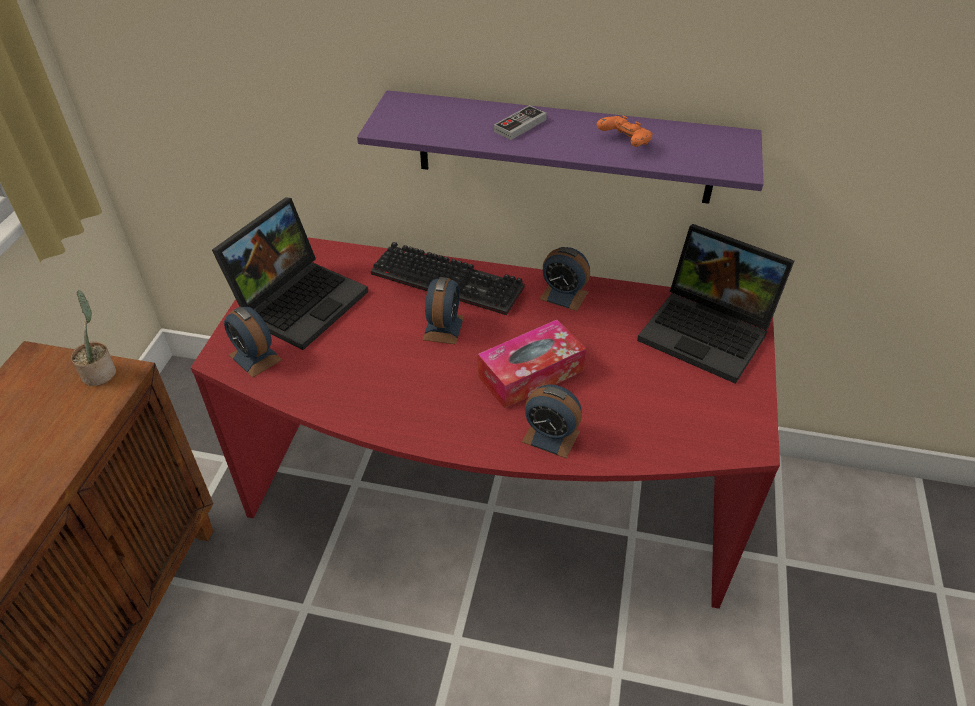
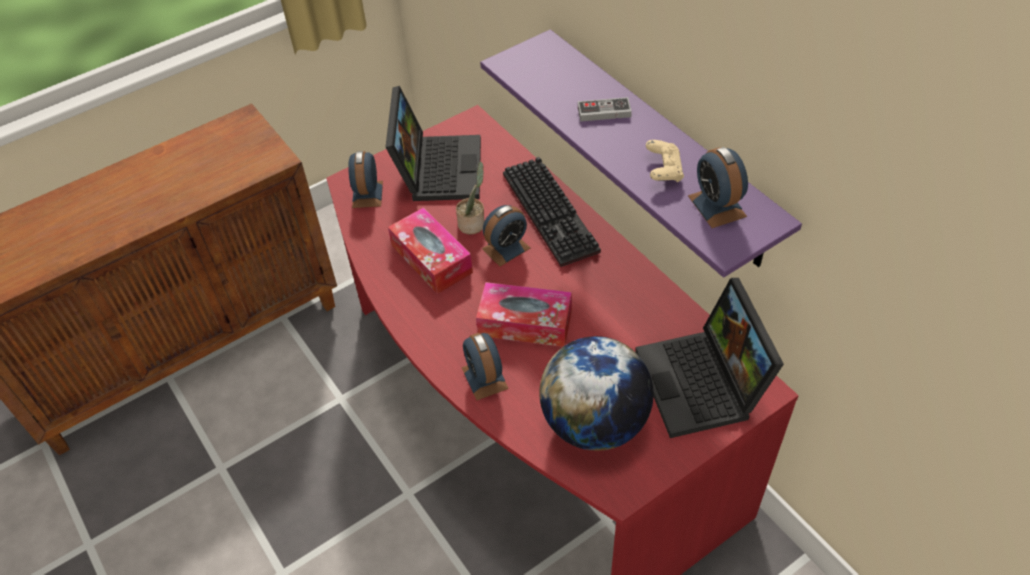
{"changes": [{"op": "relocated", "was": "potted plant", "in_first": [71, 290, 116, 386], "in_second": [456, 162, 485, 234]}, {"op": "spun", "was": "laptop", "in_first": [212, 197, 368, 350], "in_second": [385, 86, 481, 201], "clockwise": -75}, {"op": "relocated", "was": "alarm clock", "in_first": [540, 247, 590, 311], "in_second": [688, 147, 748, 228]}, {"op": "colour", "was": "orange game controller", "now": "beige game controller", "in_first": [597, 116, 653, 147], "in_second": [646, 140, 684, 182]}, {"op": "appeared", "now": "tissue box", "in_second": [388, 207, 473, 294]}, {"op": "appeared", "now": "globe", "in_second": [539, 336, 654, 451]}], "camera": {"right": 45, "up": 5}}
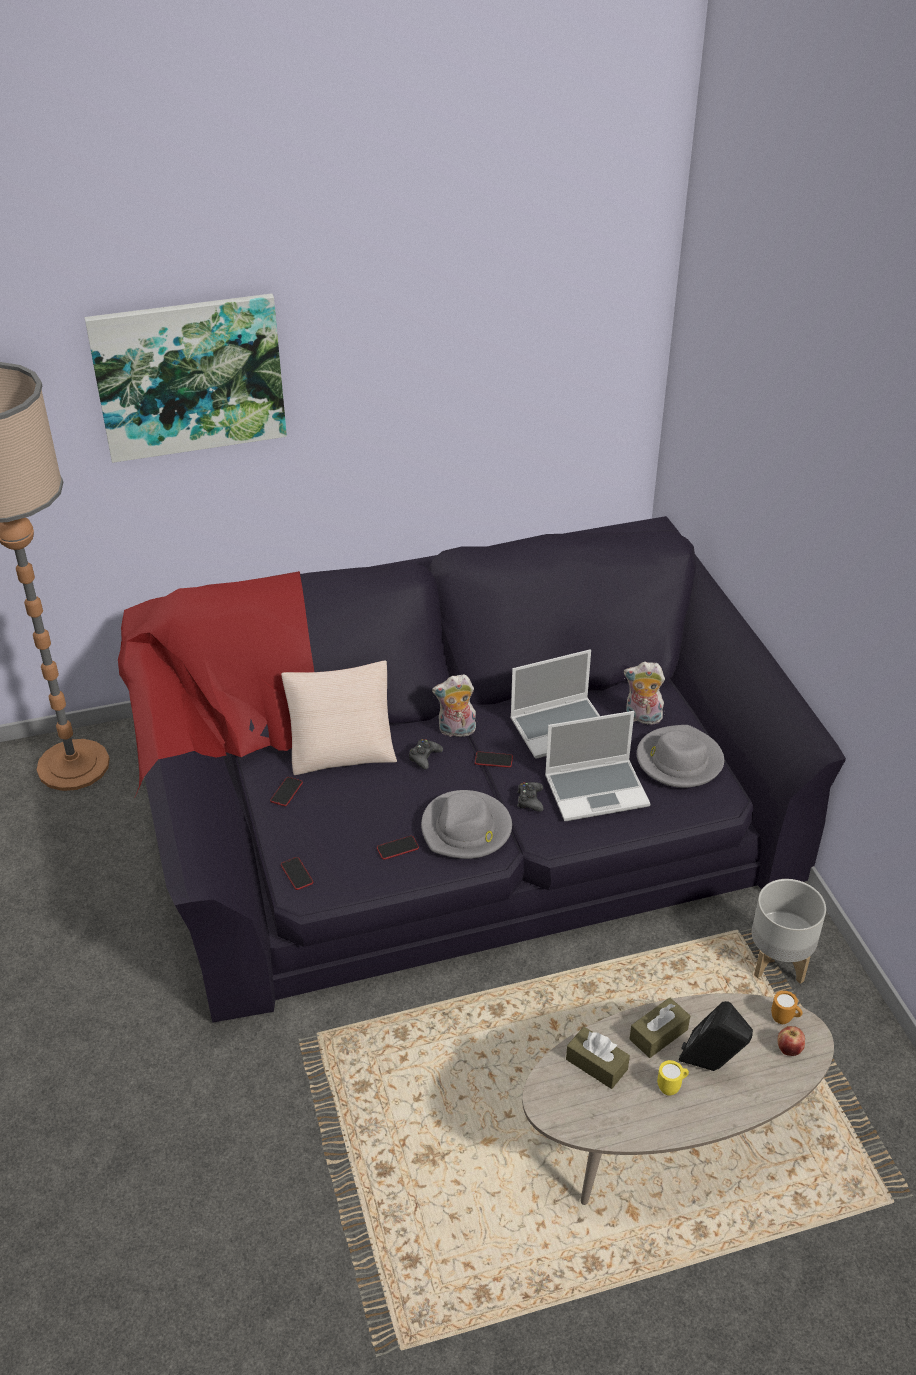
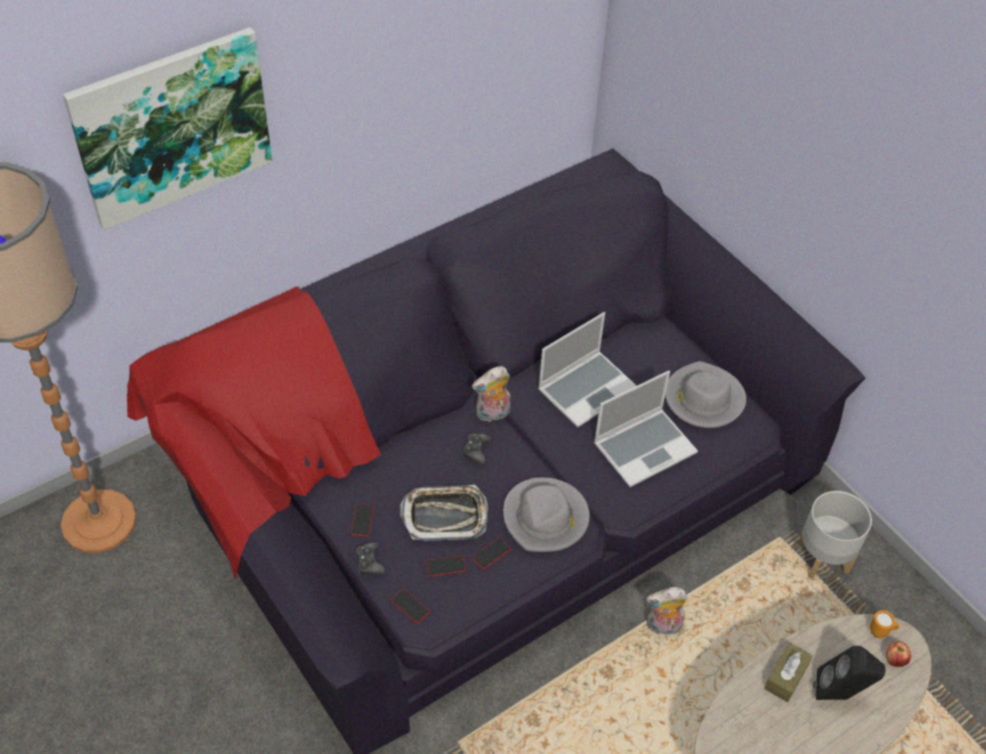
{"changes": [{"op": "missing", "was": "beige pillow", "in_first": [281, 660, 397, 775]}, {"op": "relocated", "was": "phone", "in_first": [475, 751, 513, 768], "in_second": [426, 555, 466, 577]}, {"op": "relocated", "was": "black game controller", "in_first": [517, 782, 544, 812], "in_second": [354, 542, 385, 574]}, {"op": "missing", "was": "brown tissue box", "in_first": [566, 1027, 630, 1089]}, {"op": "relocated", "was": "plush toy", "in_first": [624, 662, 666, 725], "in_second": [646, 587, 688, 635]}, {"op": "missing", "was": "yellow mug", "in_first": [657, 1060, 689, 1096]}, {"op": "appeared", "now": "tray", "in_second": [400, 485, 488, 541]}], "camera": {"right": -20, "up": 10}}
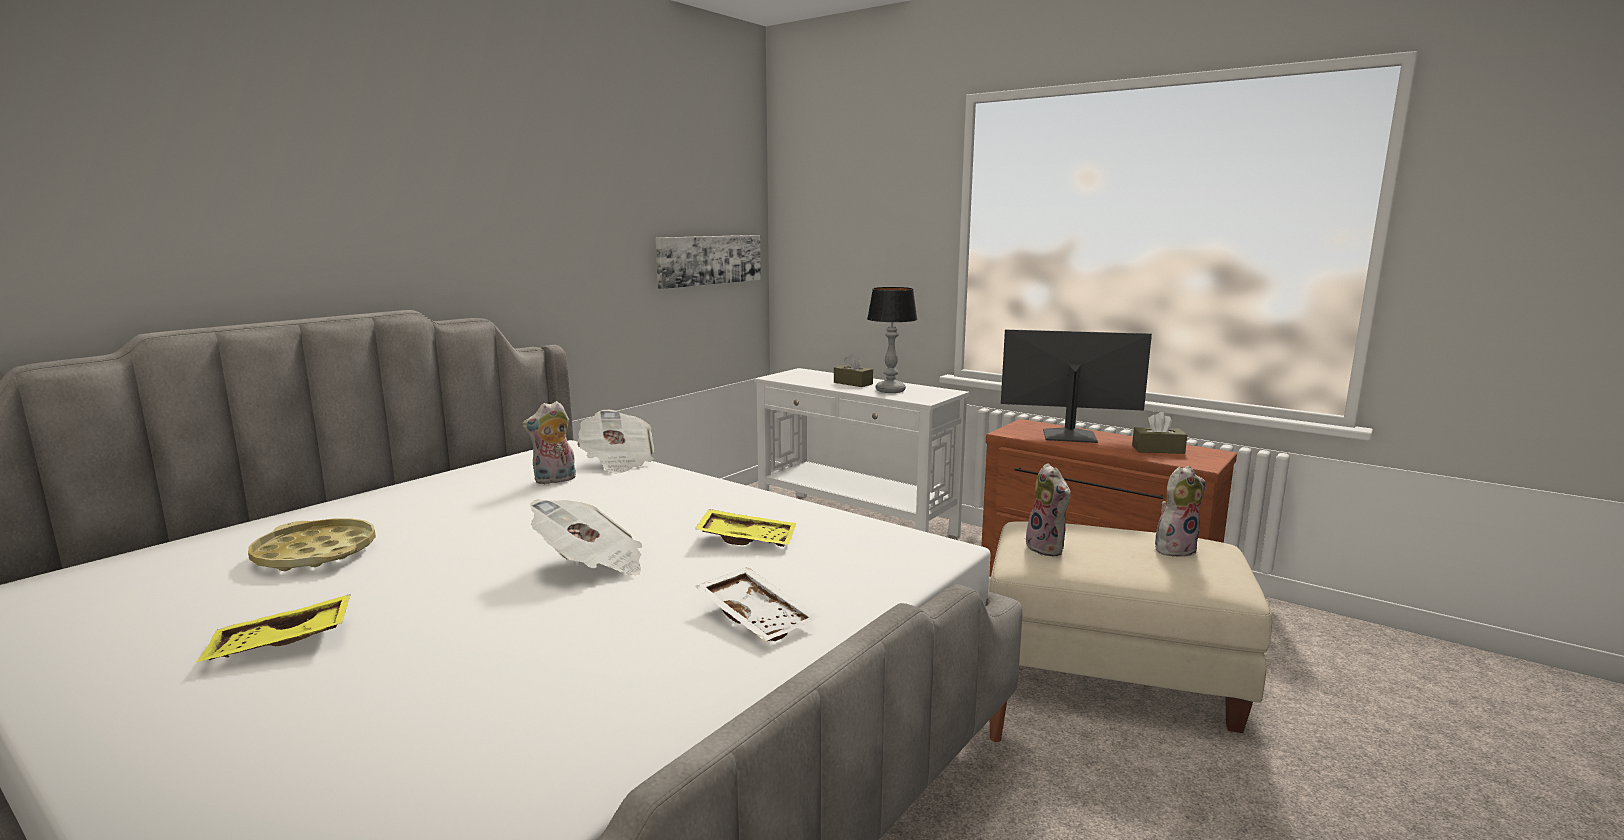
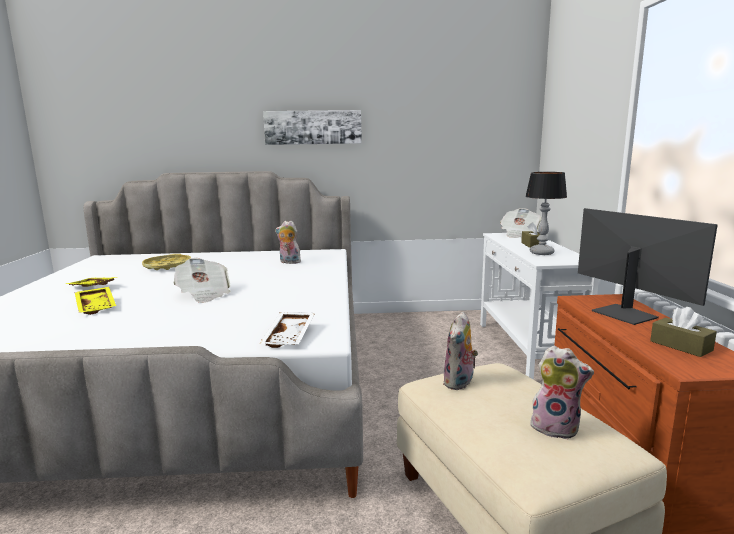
{"changes": [{"op": "relocated", "was": "newspaper", "in_first": [577, 410, 654, 474], "in_second": [500, 208, 542, 238]}, {"op": "relocated", "was": "picture", "in_first": [655, 235, 761, 289], "in_second": [263, 110, 362, 145]}, {"op": "relocated", "was": "yellow tray", "in_first": [695, 509, 796, 547], "in_second": [75, 287, 116, 315]}, {"op": "relocated", "was": "white tray", "in_first": [695, 567, 819, 642], "in_second": [259, 312, 315, 348]}], "camera": {"right": 50, "up": 0}}
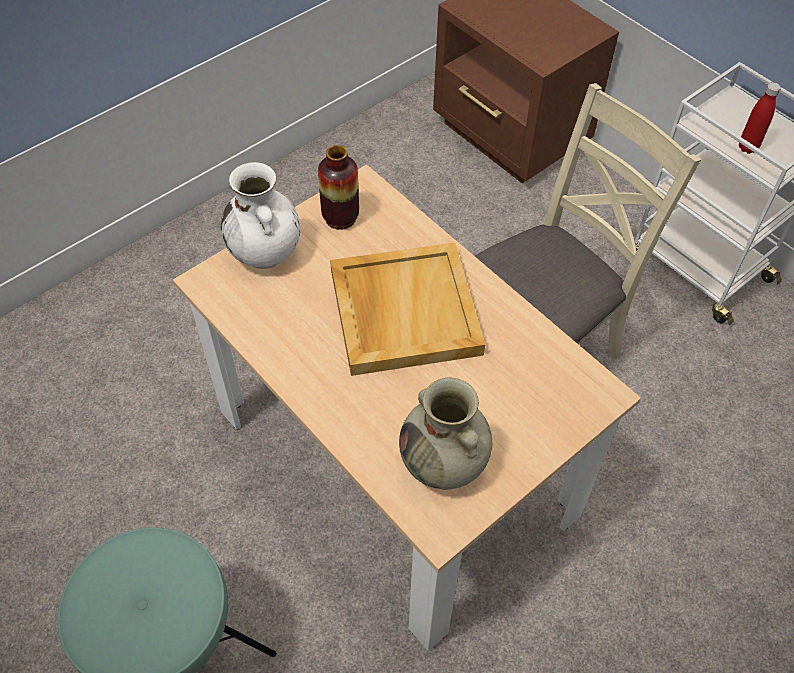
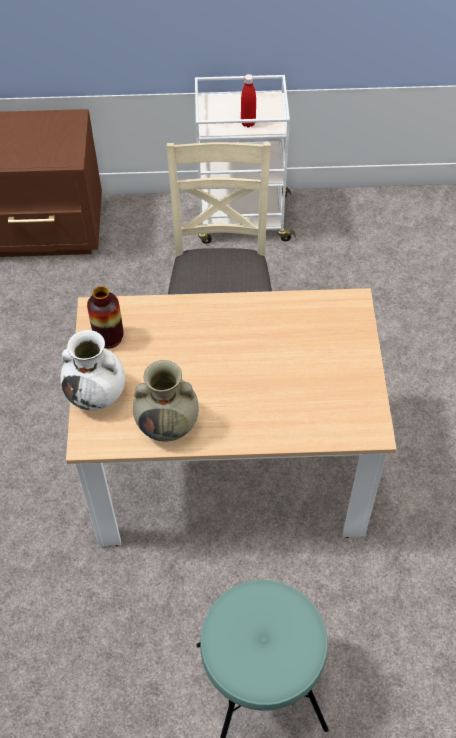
{"changes": [{"op": "missing", "was": "beige tray", "in_first": [330, 243, 485, 376]}, {"op": "relocated", "was": "beige vase", "in_first": [399, 378, 492, 490], "in_second": [133, 360, 199, 442]}], "camera": {"right": -50, "up": 0}}
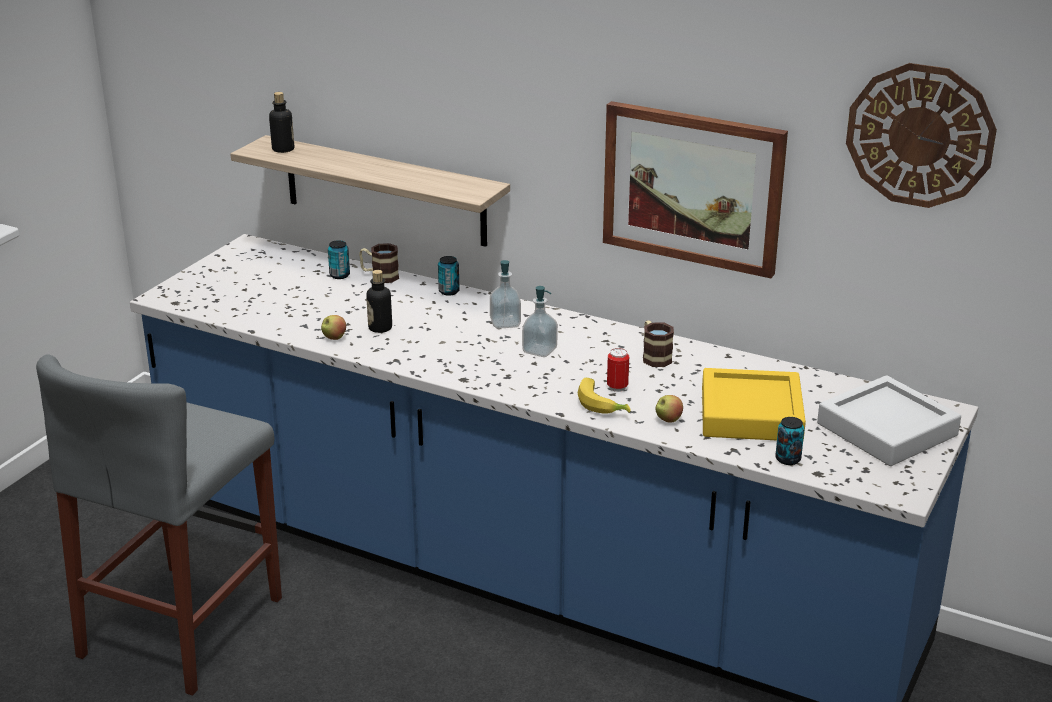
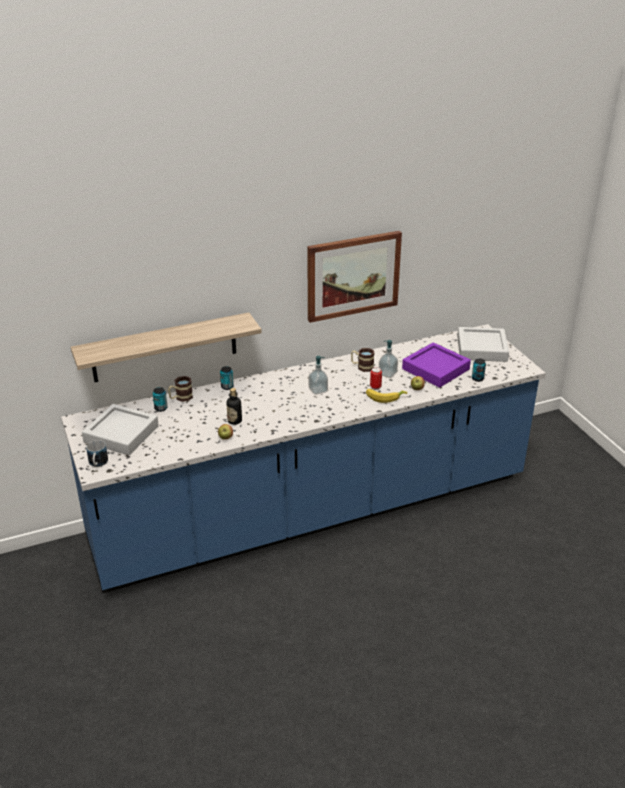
{"changes": [{"op": "missing", "was": "grey stool", "in_first": [36, 355, 282, 696]}, {"op": "missing", "was": "bottle", "in_first": [269, 92, 294, 153]}, {"op": "relocated", "was": "soap dispenser", "in_first": [490, 260, 521, 329], "in_second": [379, 340, 398, 378]}, {"op": "colour", "was": "yellow tray", "now": "purple tray", "in_first": [702, 368, 806, 440], "in_second": [402, 342, 471, 388]}, {"op": "missing", "was": "wall clock", "in_first": [846, 63, 997, 208]}, {"op": "appeared", "now": "grey tray", "in_second": [82, 404, 159, 455]}, {"op": "appeared", "now": "mug", "in_second": [86, 440, 108, 467]}], "camera": {"right": -50, "up": 5}}
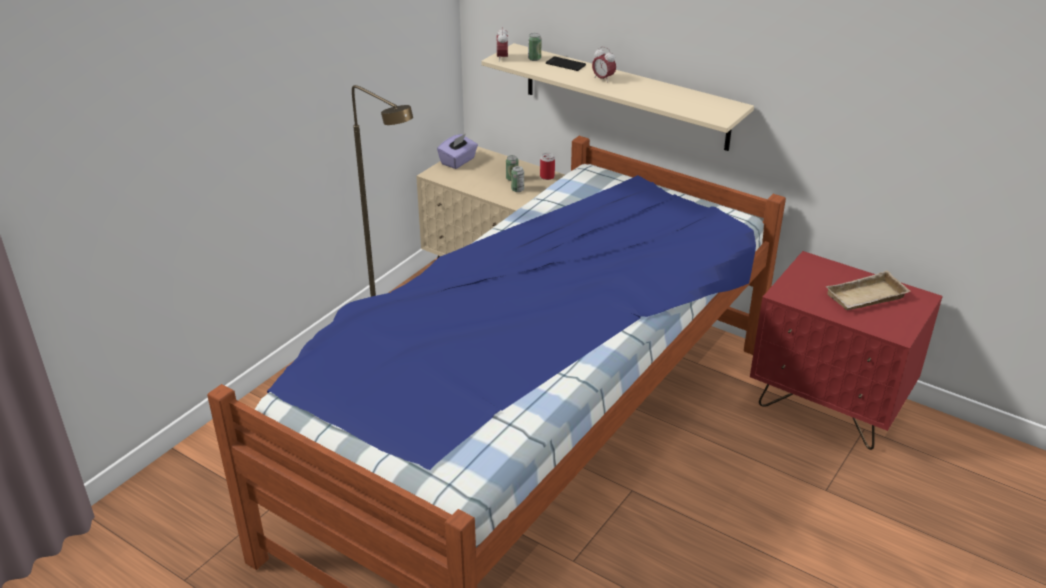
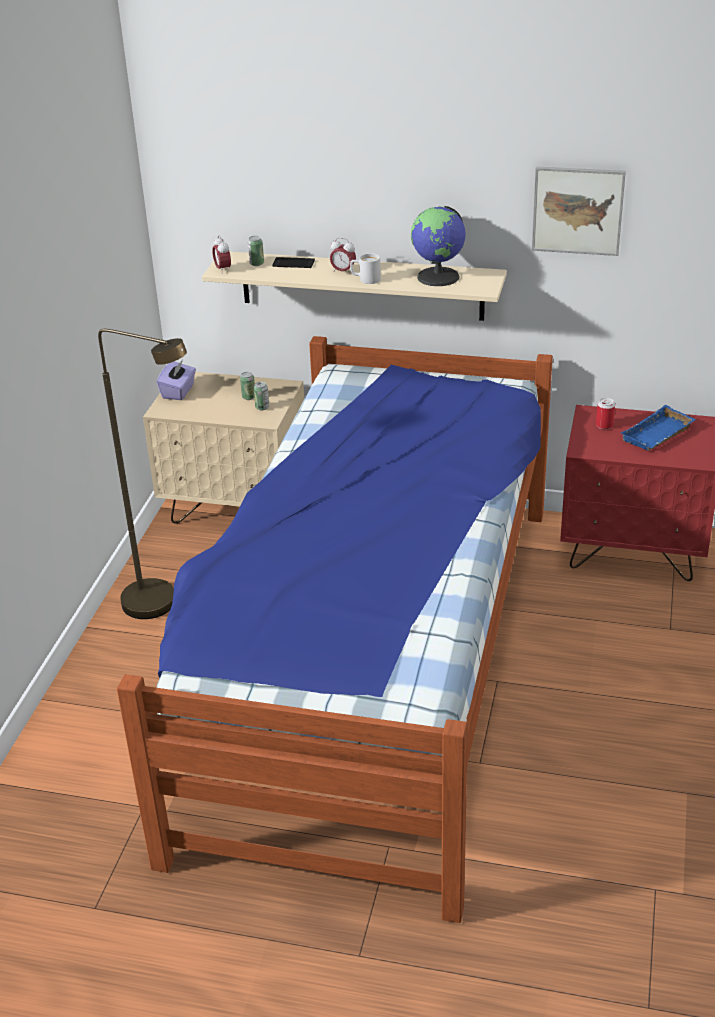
{"changes": [{"op": "relocated", "was": "can", "in_first": [540, 153, 555, 180], "in_second": [596, 398, 615, 429]}, {"op": "colour", "was": "beige tray", "now": "blue tray", "in_first": [826, 270, 910, 310], "in_second": [621, 405, 696, 451]}, {"op": "appeared", "now": "white mug", "in_second": [350, 253, 381, 284]}, {"op": "appeared", "now": "globe", "in_second": [411, 206, 466, 286]}, {"op": "appeared", "now": "picture", "in_second": [532, 166, 626, 256]}], "camera": {"right": -20, "up": 0}}
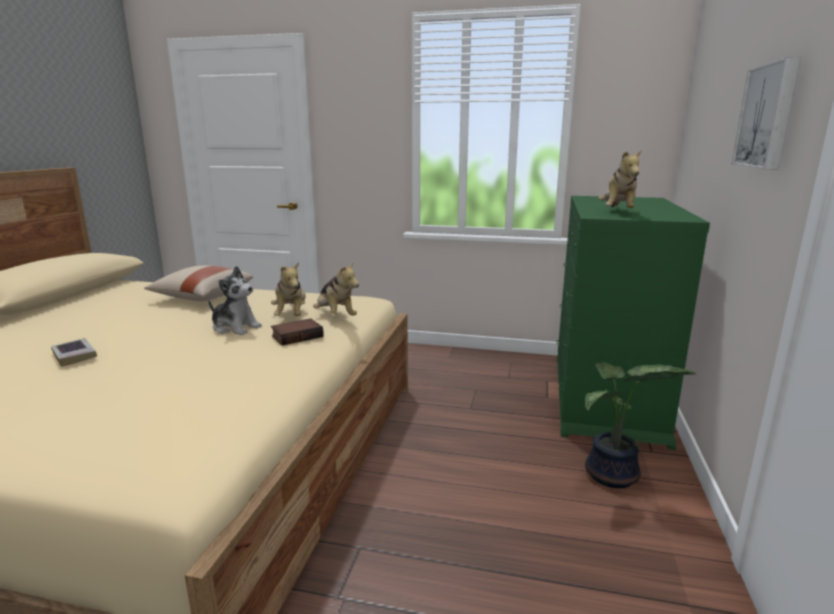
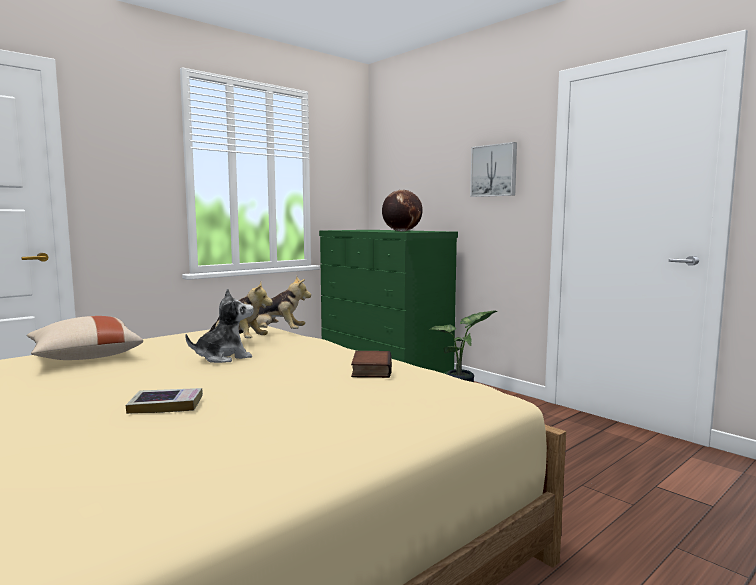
{"changes": [{"op": "relocated", "was": "book", "in_first": [271, 318, 324, 346], "in_second": [351, 351, 392, 378]}, {"op": "exchanged", "was": "plush toy", "now": "globe", "in_first": [598, 149, 642, 208], "in_second": [382, 190, 423, 231]}], "camera": {"right": -55, "up": -10}}
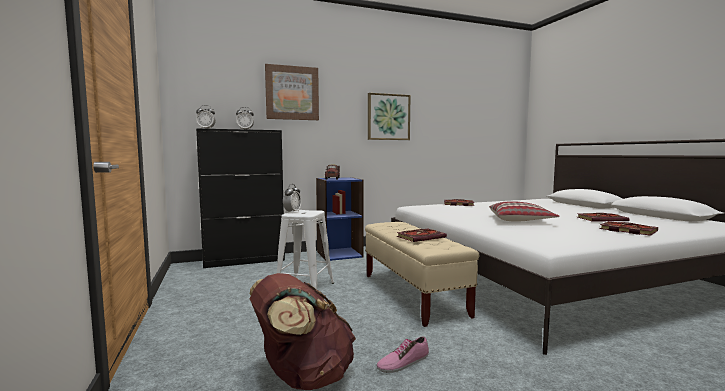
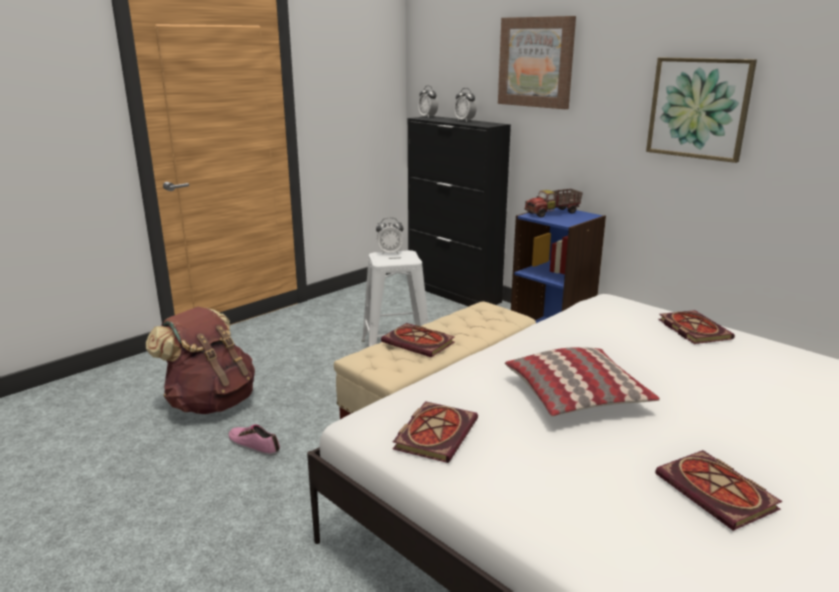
{"changes": [{"op": "relocated", "was": "book", "in_first": [600, 221, 658, 236], "in_second": [393, 401, 478, 463]}], "camera": {"right": 65, "up": 15}}
